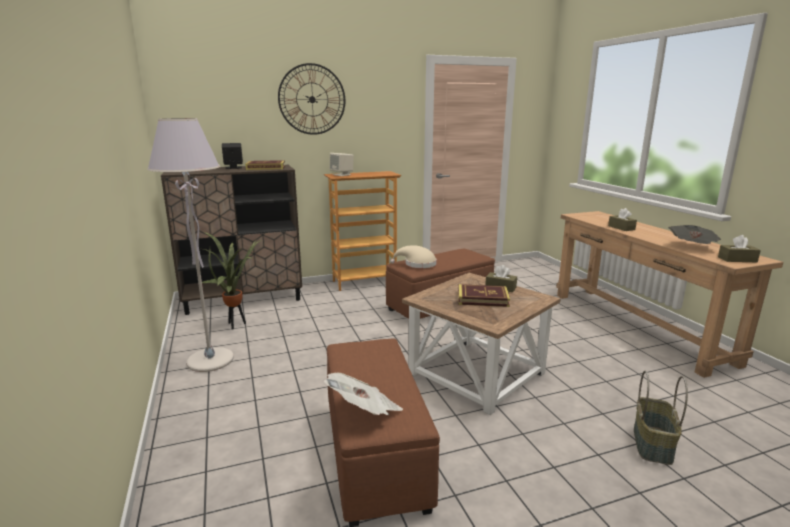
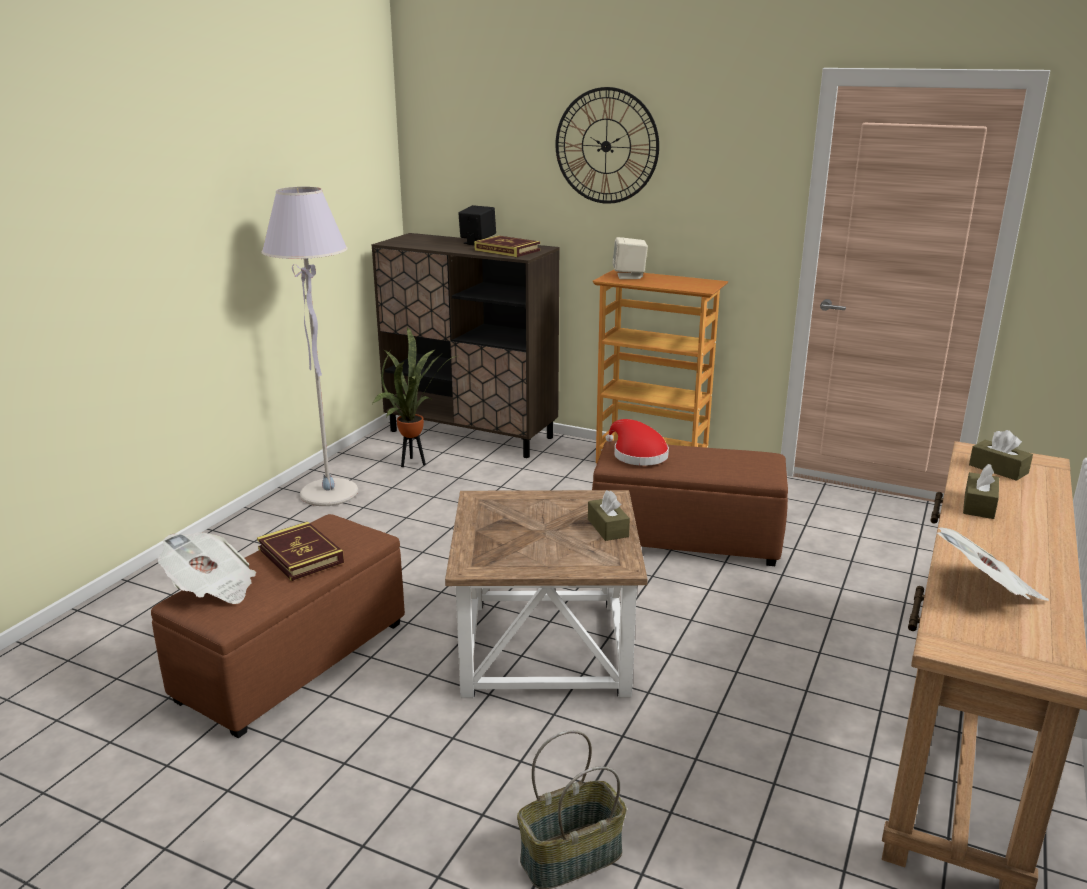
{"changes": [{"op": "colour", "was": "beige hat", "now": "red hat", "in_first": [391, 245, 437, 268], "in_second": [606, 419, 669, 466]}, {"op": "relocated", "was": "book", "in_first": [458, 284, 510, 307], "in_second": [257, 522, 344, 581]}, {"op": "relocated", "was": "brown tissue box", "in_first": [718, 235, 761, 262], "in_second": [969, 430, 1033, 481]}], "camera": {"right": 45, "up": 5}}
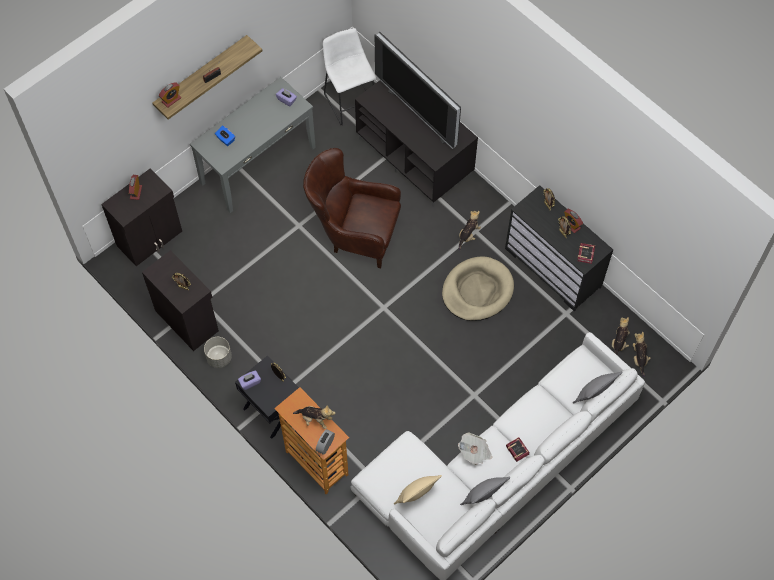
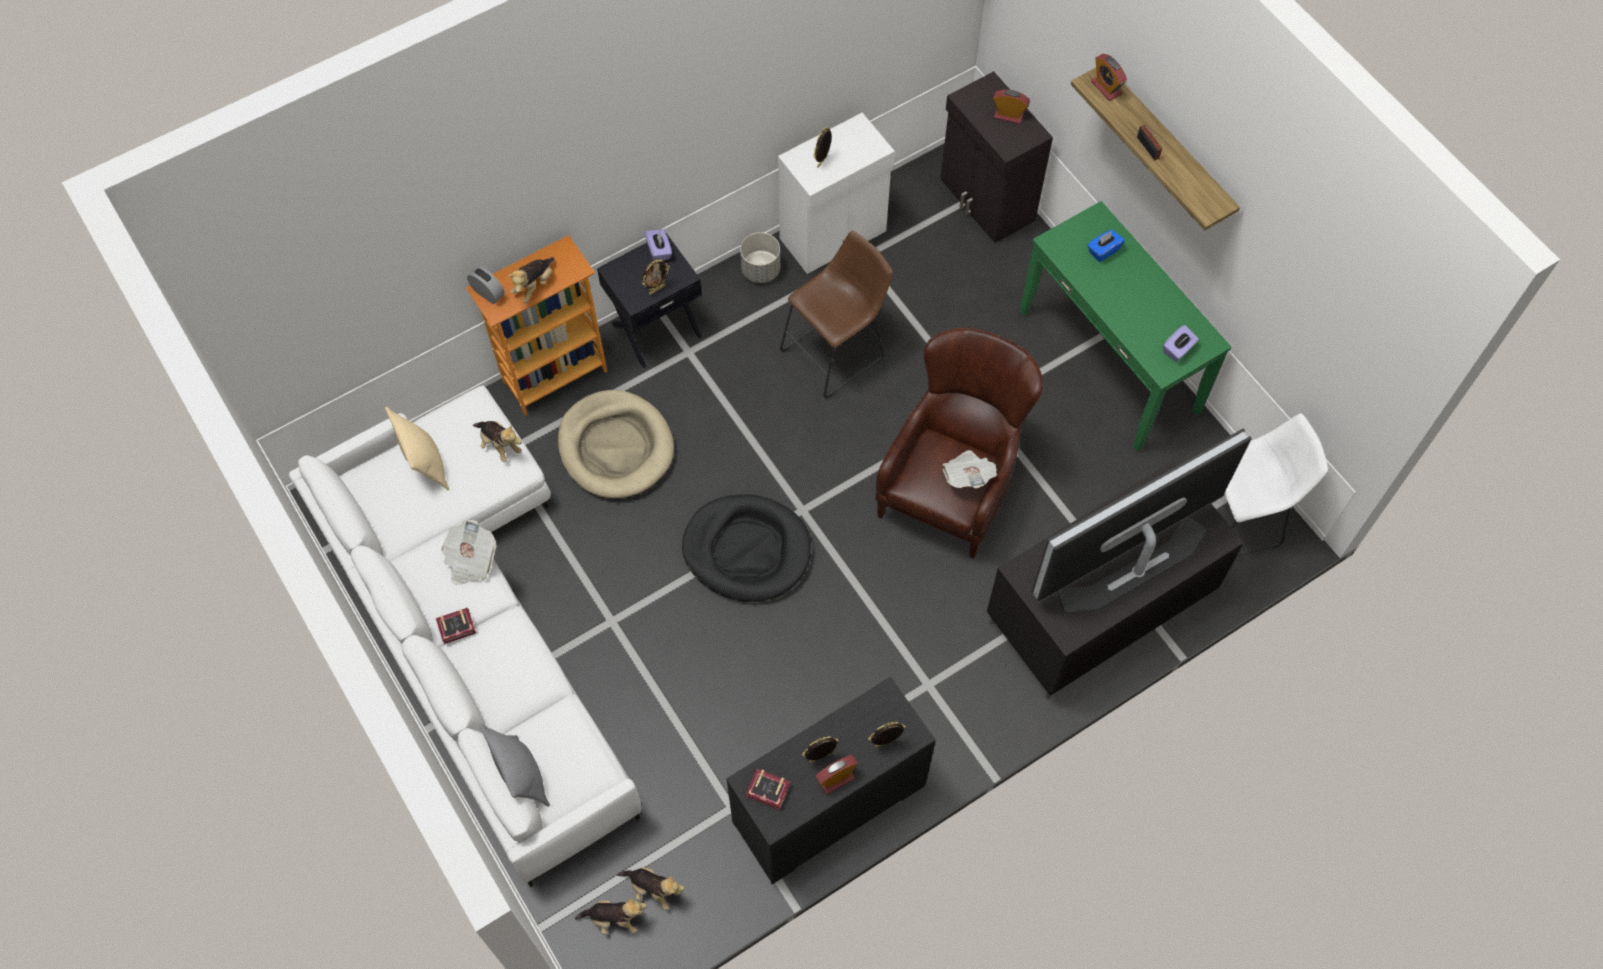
{"changes": [{"op": "colour", "was": "black cabinet", "now": "white cabinet", "in_first": [142, 250, 219, 351], "in_second": [778, 113, 895, 274]}, {"op": "colour", "was": "grey console table", "now": "green console table", "in_first": [190, 77, 316, 213], "in_second": [1019, 201, 1232, 451]}, {"op": "relocated", "was": "beige dog bed", "in_first": [442, 256, 514, 321], "in_second": [558, 390, 674, 499]}, {"op": "relocated", "was": "plush toy", "in_first": [459, 211, 481, 251], "in_second": [473, 421, 522, 462]}, {"op": "missing", "was": "grey pillow", "in_first": [461, 477, 510, 505]}, {"op": "appeared", "now": "black dog bed", "in_second": [682, 494, 811, 602]}, {"op": "appeared", "now": "brown stool", "in_second": [780, 231, 893, 399]}, {"op": "appeared", "now": "newspaper", "in_second": [942, 450, 997, 488]}], "camera": {"right": 100, "up": 0}}
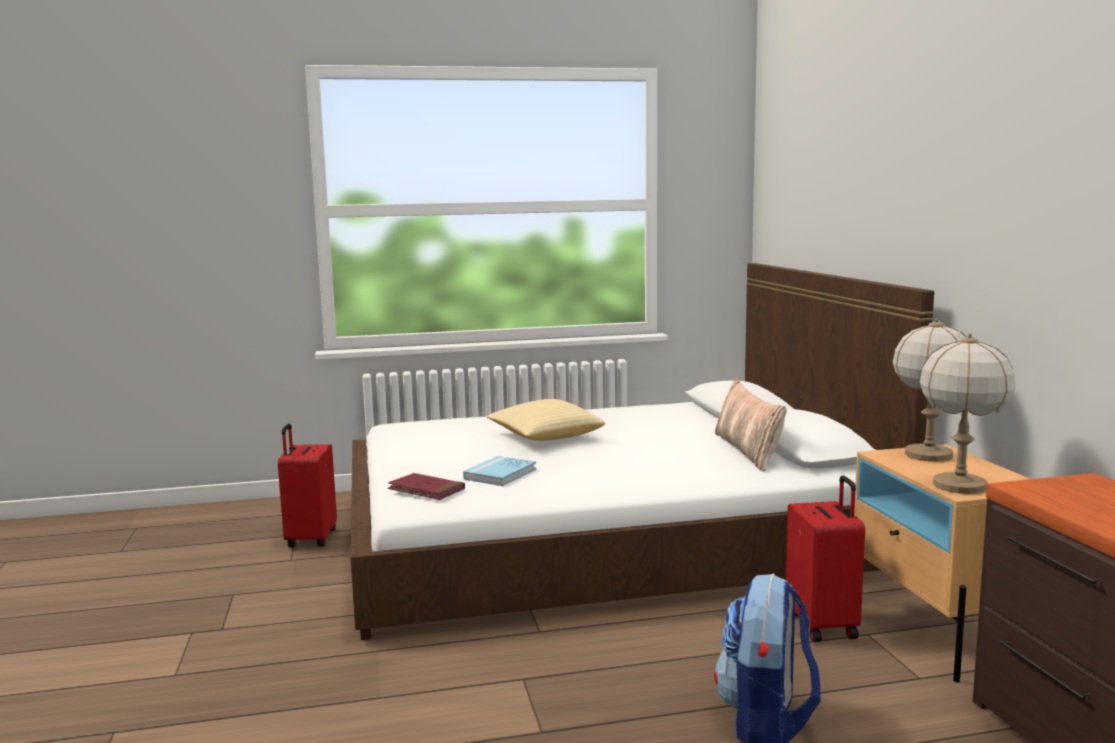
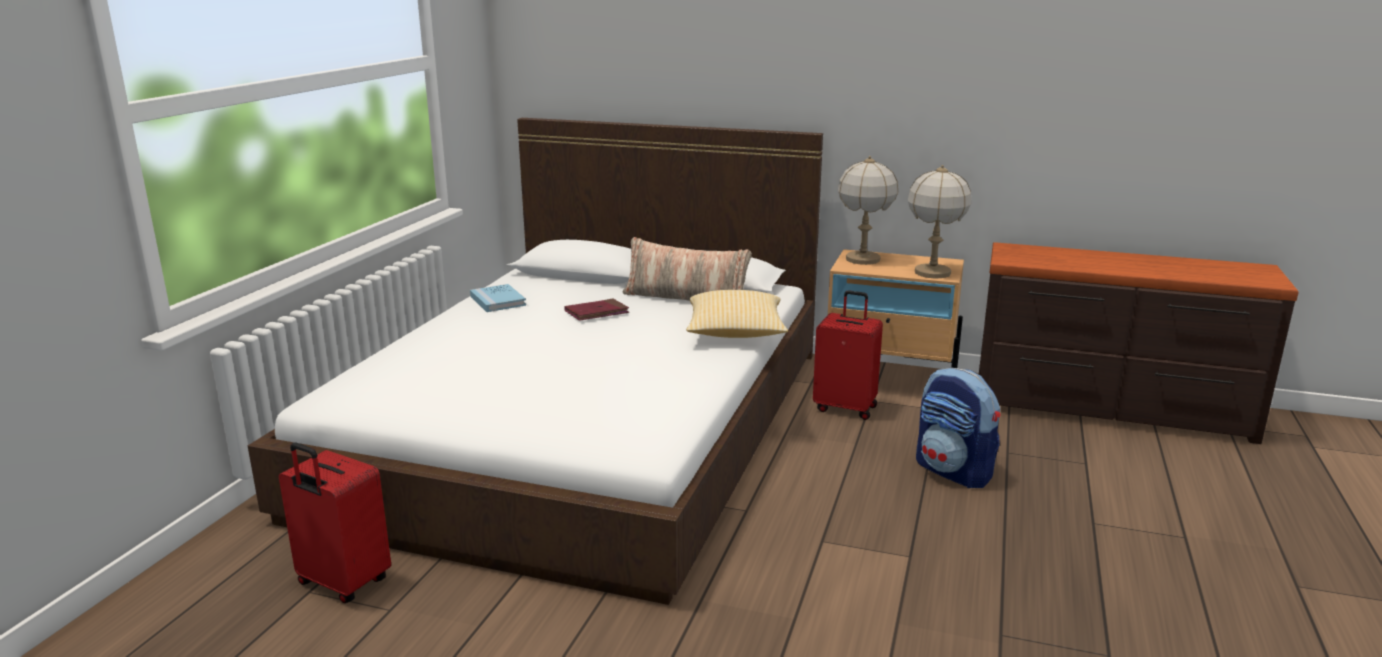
{"changes": [{"op": "relocated", "was": "red book", "in_first": [388, 473, 465, 500], "in_second": [564, 298, 629, 321]}, {"op": "relocated", "was": "blue book", "in_first": [463, 456, 537, 486], "in_second": [470, 284, 526, 312]}, {"op": "relocated", "was": "pillow", "in_first": [487, 399, 605, 441], "in_second": [686, 290, 788, 338]}], "camera": {"right": -60, "up": 10}}
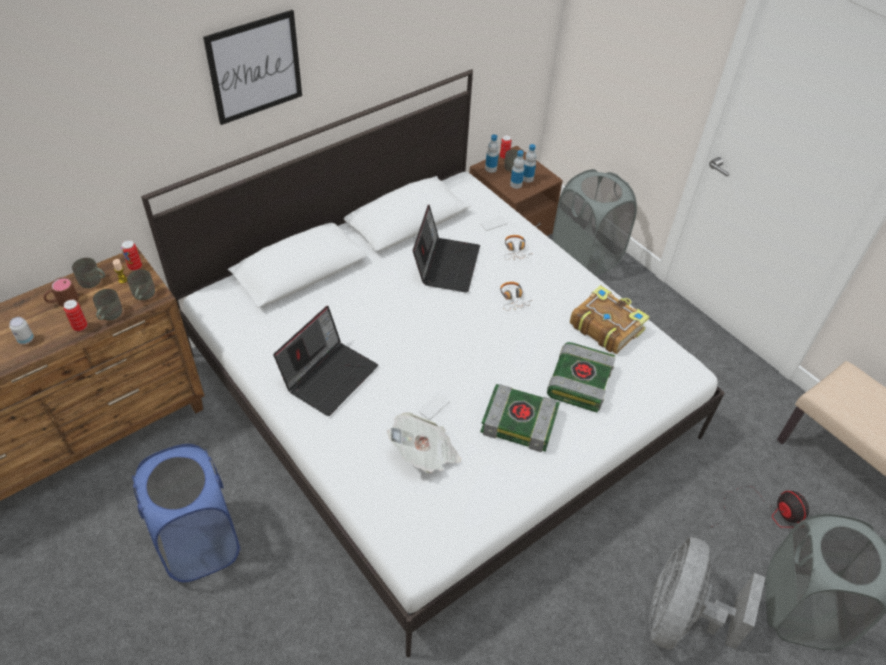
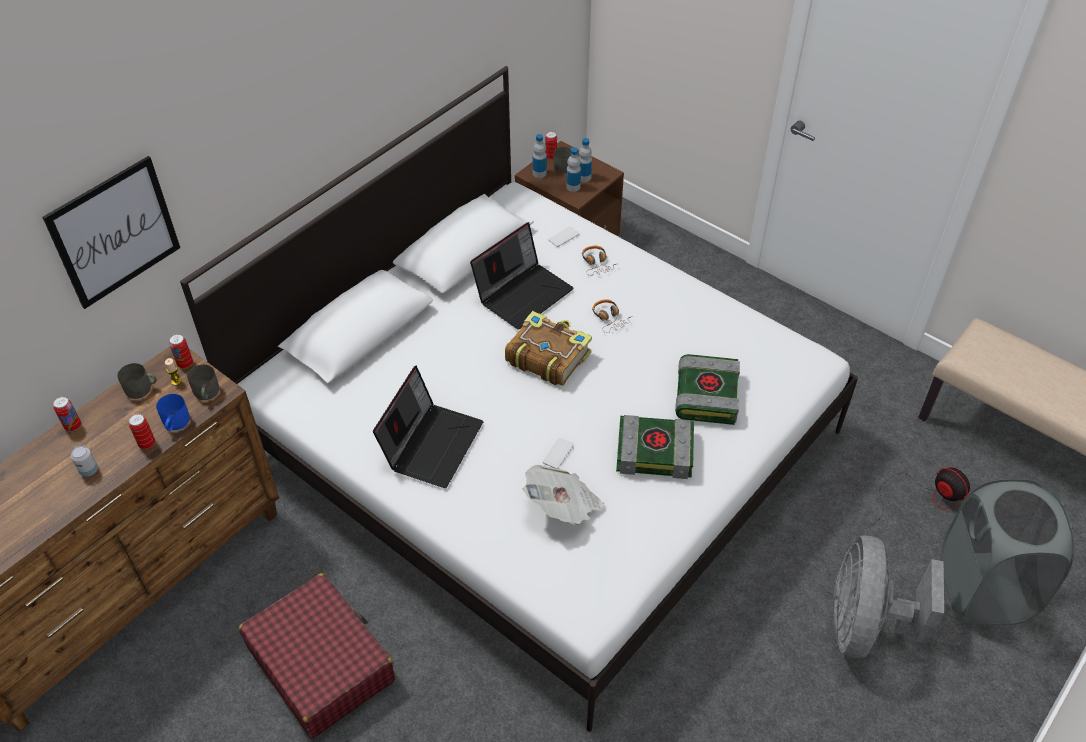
{"changes": [{"op": "missing", "was": "brown mug", "in_first": [43, 277, 79, 307]}, {"op": "colour", "was": "grey mug", "now": "blue mug", "in_first": [93, 289, 122, 320], "in_second": [156, 394, 190, 431]}, {"op": "exchanged", "was": "blue laundry basket", "now": "red suitcase", "in_first": [132, 444, 241, 582], "in_second": [239, 573, 395, 739]}, {"op": "relocated", "was": "picture", "in_first": [203, 10, 302, 125], "in_second": [42, 156, 180, 309]}, {"op": "spun", "was": "laptop", "in_first": [413, 205, 480, 292], "in_second": [470, 222, 574, 330], "clockwise": 45}, {"op": "missing", "was": "grey laundry basket", "in_first": [553, 169, 637, 276]}, {"op": "relocated", "was": "book", "in_first": [570, 285, 650, 354], "in_second": [505, 311, 592, 386]}, {"op": "appeared", "now": "can", "in_second": [53, 396, 81, 432]}], "camera": {"right": -10, "up": 0}}
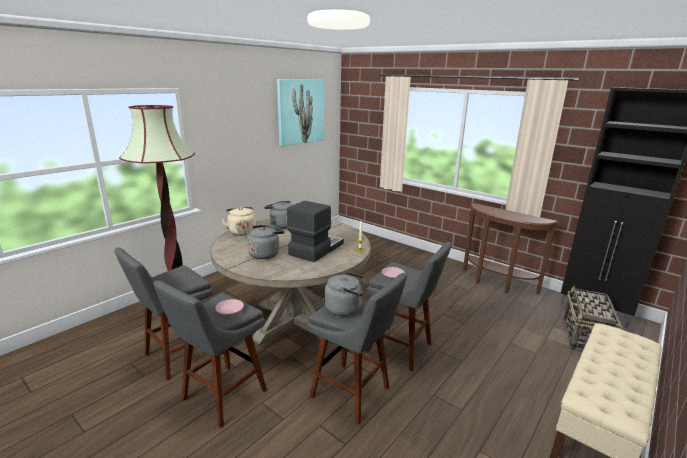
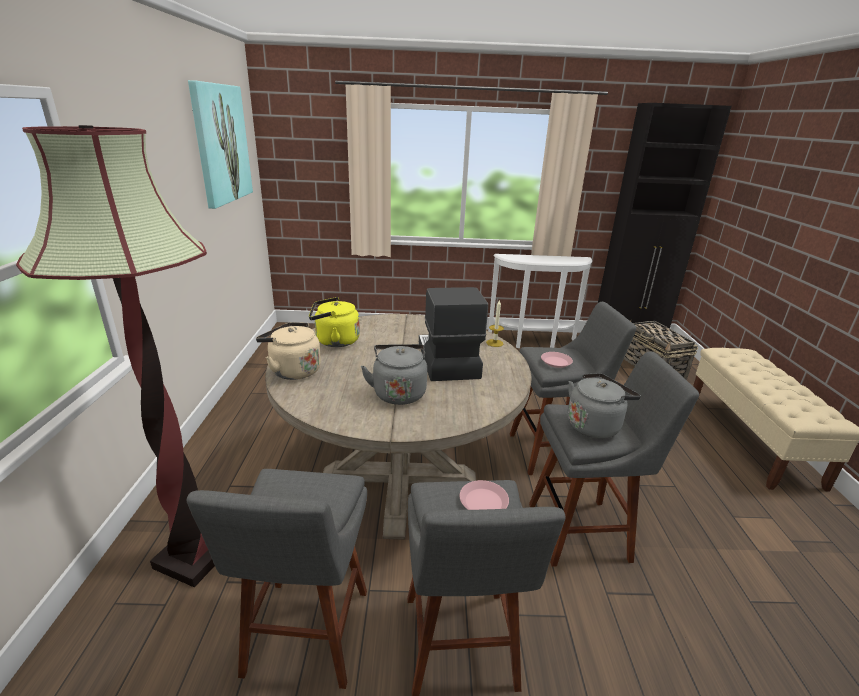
{"changes": [{"op": "colour", "was": "grey kettle", "now": "yellow kettle", "in_first": [264, 201, 293, 229], "in_second": [309, 297, 360, 347]}, {"op": "colour", "was": "brown console table", "now": "white console table", "in_first": [463, 203, 558, 294], "in_second": [488, 254, 592, 348]}], "camera": {"right": -40, "up": 5}}
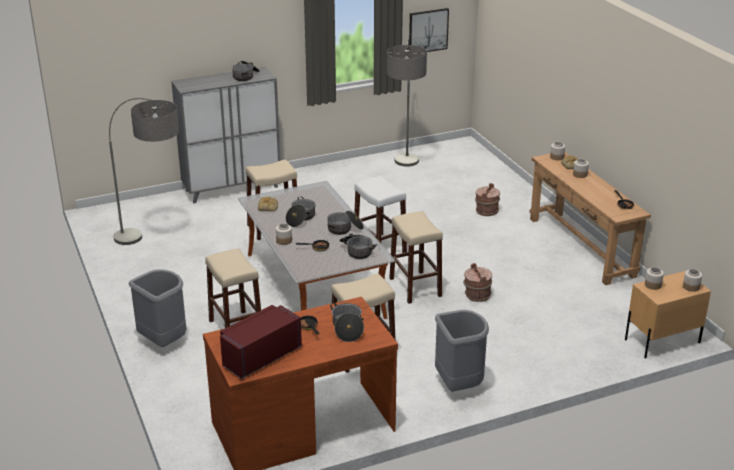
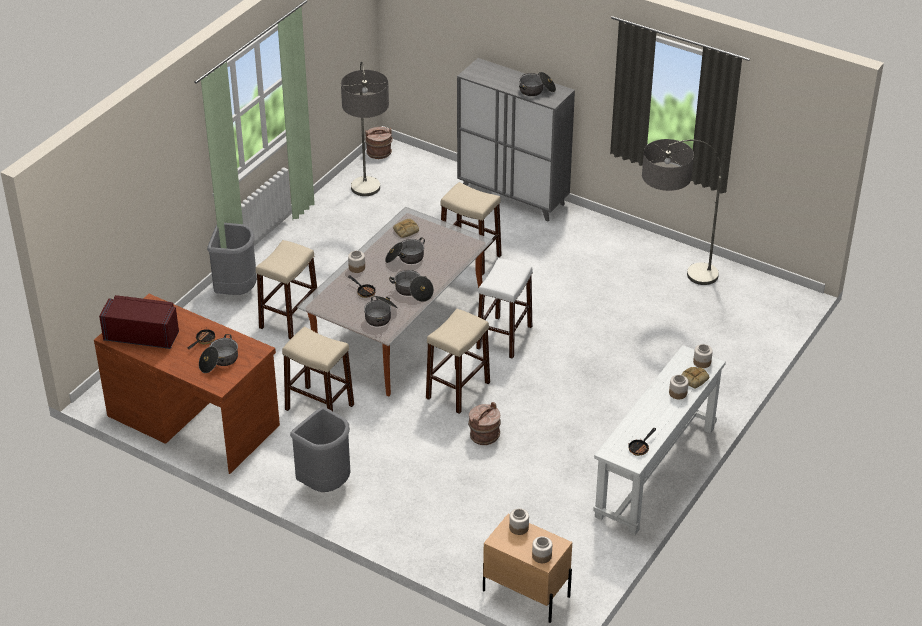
{"changes": [{"op": "missing", "was": "picture", "in_first": [409, 8, 449, 52]}, {"op": "relocated", "was": "brown bucket", "in_first": [475, 183, 500, 216], "in_second": [365, 127, 393, 159]}, {"op": "colour", "was": "brown console table", "now": "white console table", "in_first": [529, 152, 651, 285], "in_second": [593, 345, 726, 535]}], "camera": {"right": 55, "up": 10}}
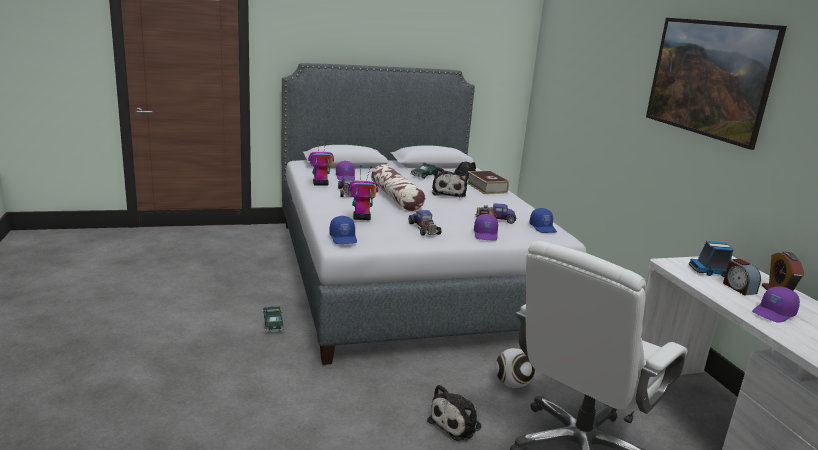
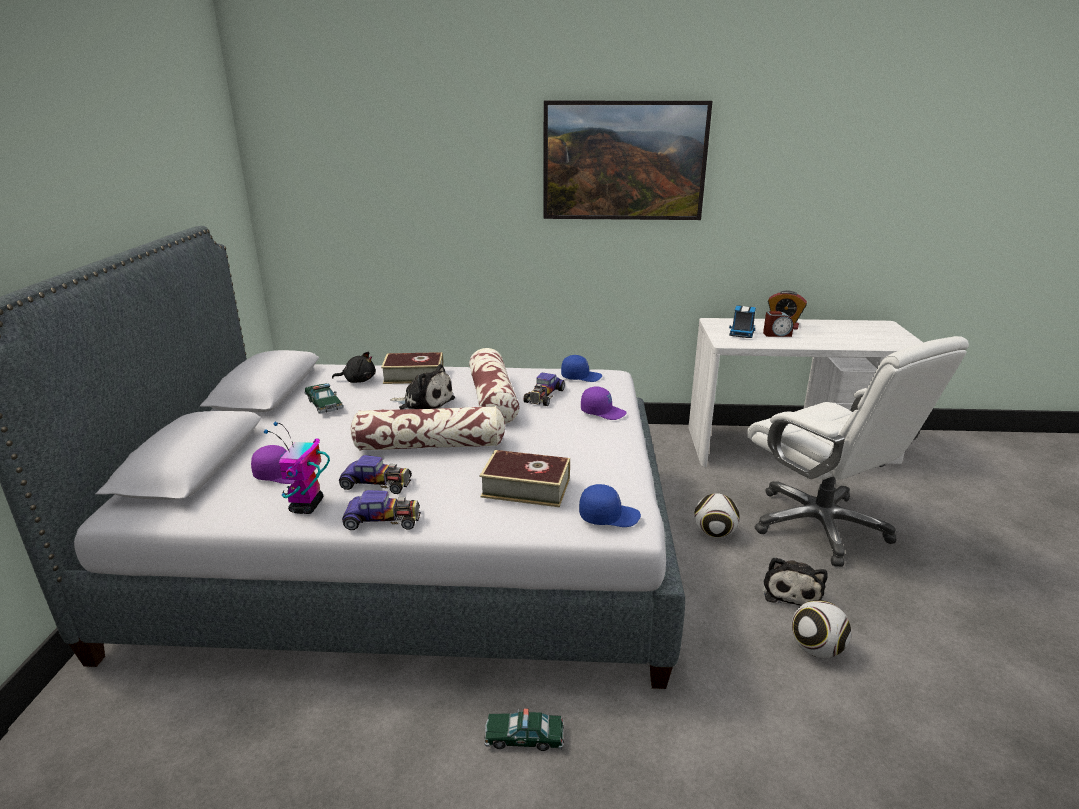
{"changes": [{"op": "exchanged", "was": "toy robot", "now": "book", "in_first": [348, 165, 378, 220], "in_second": [480, 450, 570, 507]}, {"op": "relocated", "was": "toy car", "in_first": [409, 210, 442, 236], "in_second": [342, 490, 421, 530]}, {"op": "spun", "was": "plush toy", "in_first": [427, 384, 482, 441], "in_second": [763, 557, 828, 606], "clockwise": 45}, {"op": "missing", "was": "purple cap", "in_first": [752, 287, 800, 323]}, {"op": "appeared", "now": "pillow", "in_second": [469, 348, 519, 424]}, {"op": "appeared", "now": "football", "in_second": [792, 600, 851, 658]}], "camera": {"right": -70, "up": 5}}
